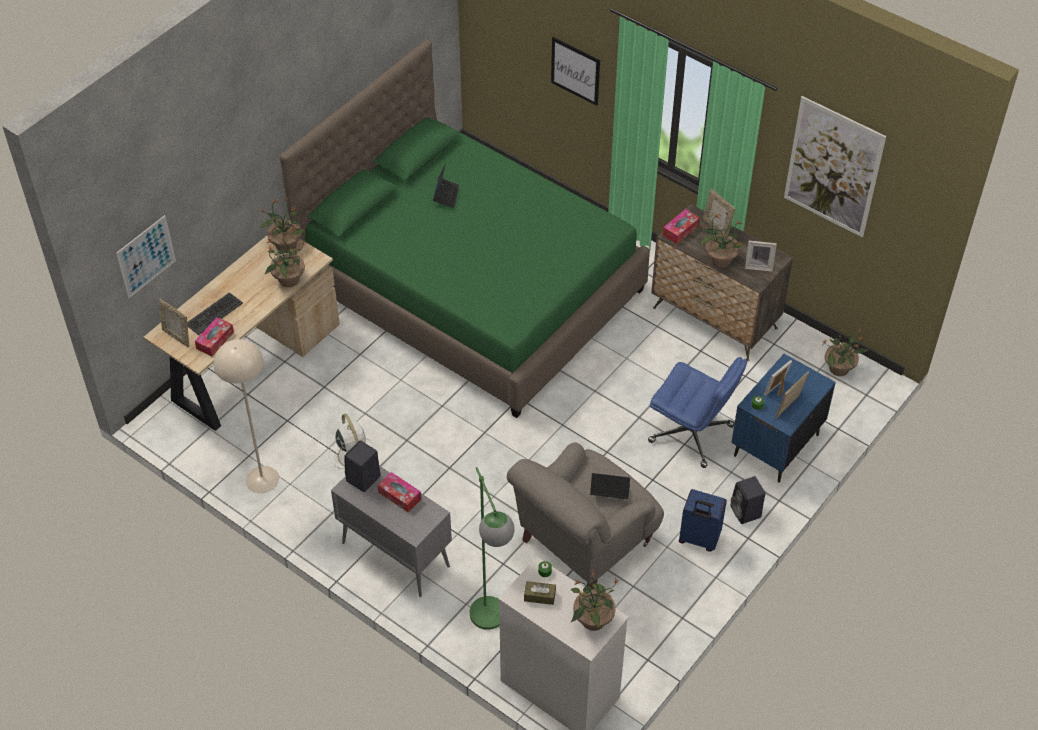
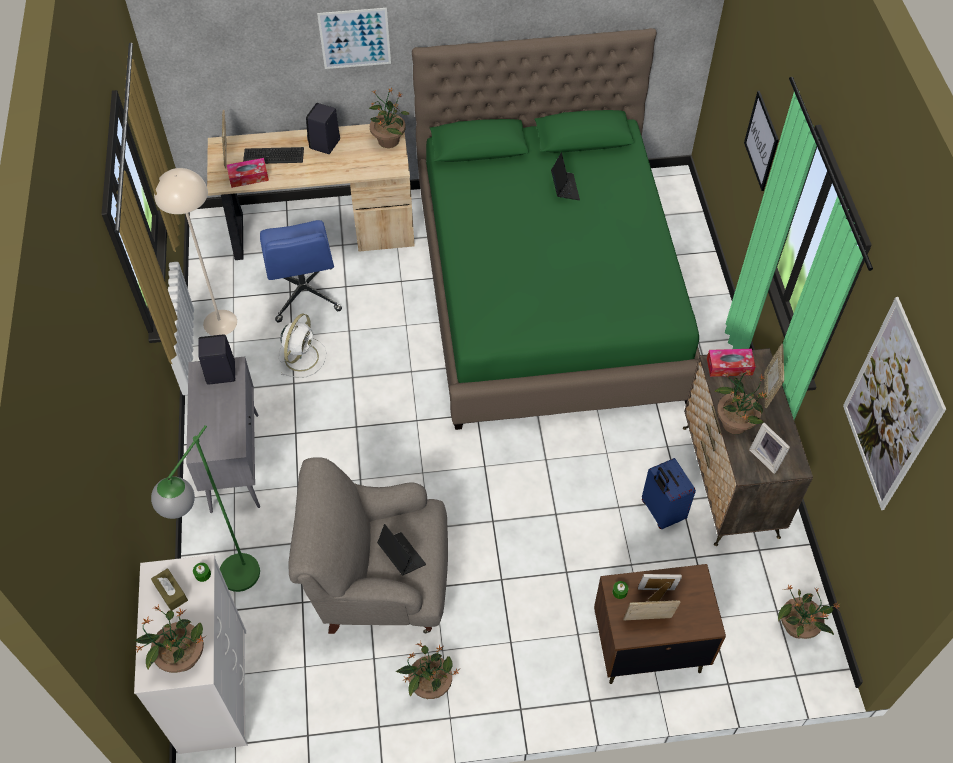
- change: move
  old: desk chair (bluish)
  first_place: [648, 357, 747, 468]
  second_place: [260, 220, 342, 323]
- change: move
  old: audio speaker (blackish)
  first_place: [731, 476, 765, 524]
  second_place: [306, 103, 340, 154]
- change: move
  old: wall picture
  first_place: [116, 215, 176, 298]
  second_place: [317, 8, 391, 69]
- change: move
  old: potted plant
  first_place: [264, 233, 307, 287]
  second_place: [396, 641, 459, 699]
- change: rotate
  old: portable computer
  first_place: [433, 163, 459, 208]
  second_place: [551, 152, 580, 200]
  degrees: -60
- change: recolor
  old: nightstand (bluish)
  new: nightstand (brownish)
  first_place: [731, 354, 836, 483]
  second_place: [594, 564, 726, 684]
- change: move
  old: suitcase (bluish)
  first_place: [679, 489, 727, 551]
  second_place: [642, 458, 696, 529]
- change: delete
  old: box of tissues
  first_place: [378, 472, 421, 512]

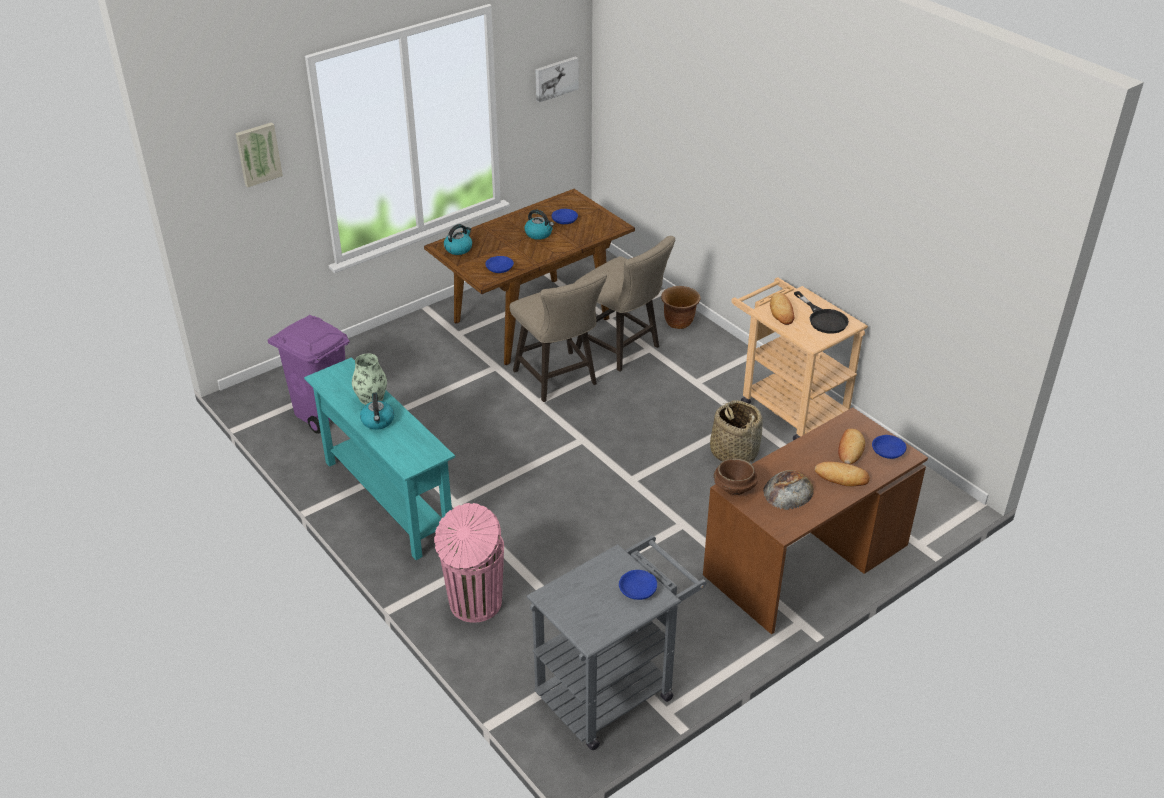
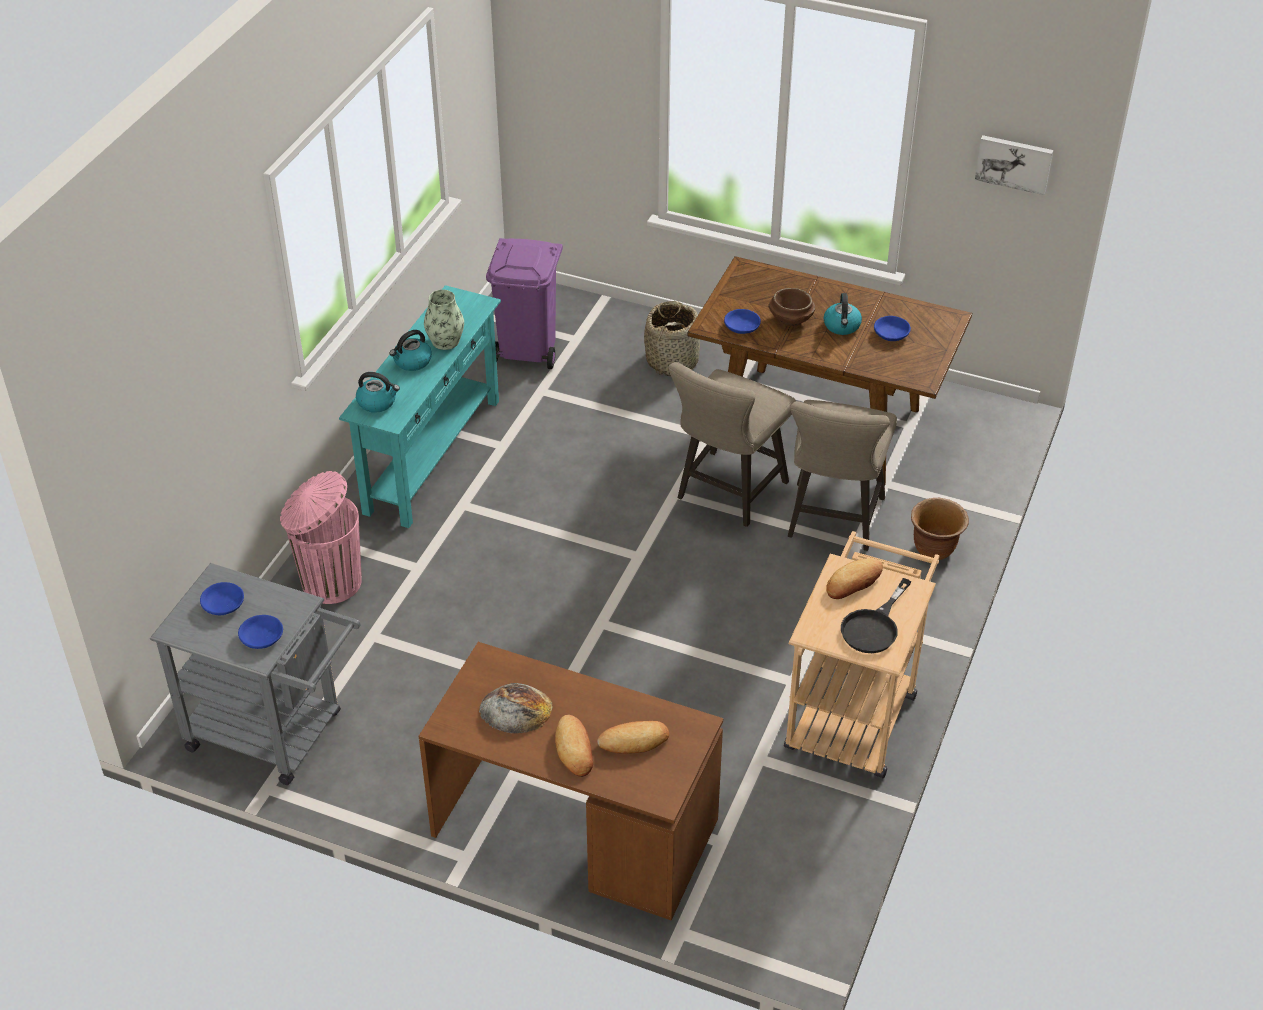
- change: move
  old: bowl (bluish)
  first_place: [872, 435, 906, 459]
  second_place: [200, 582, 244, 615]
- change: move
  old: tea kettle
  first_place: [444, 224, 472, 255]
  second_place: [356, 372, 400, 413]
- change: move
  old: household basket
  first_place: [710, 400, 763, 462]
  second_place: [644, 301, 700, 376]
- change: move
  old: bowl (brownish)
  first_place: [714, 458, 757, 495]
  second_place: [768, 288, 815, 326]
- change: delete
  old: wall picture
  first_place: [235, 122, 283, 187]

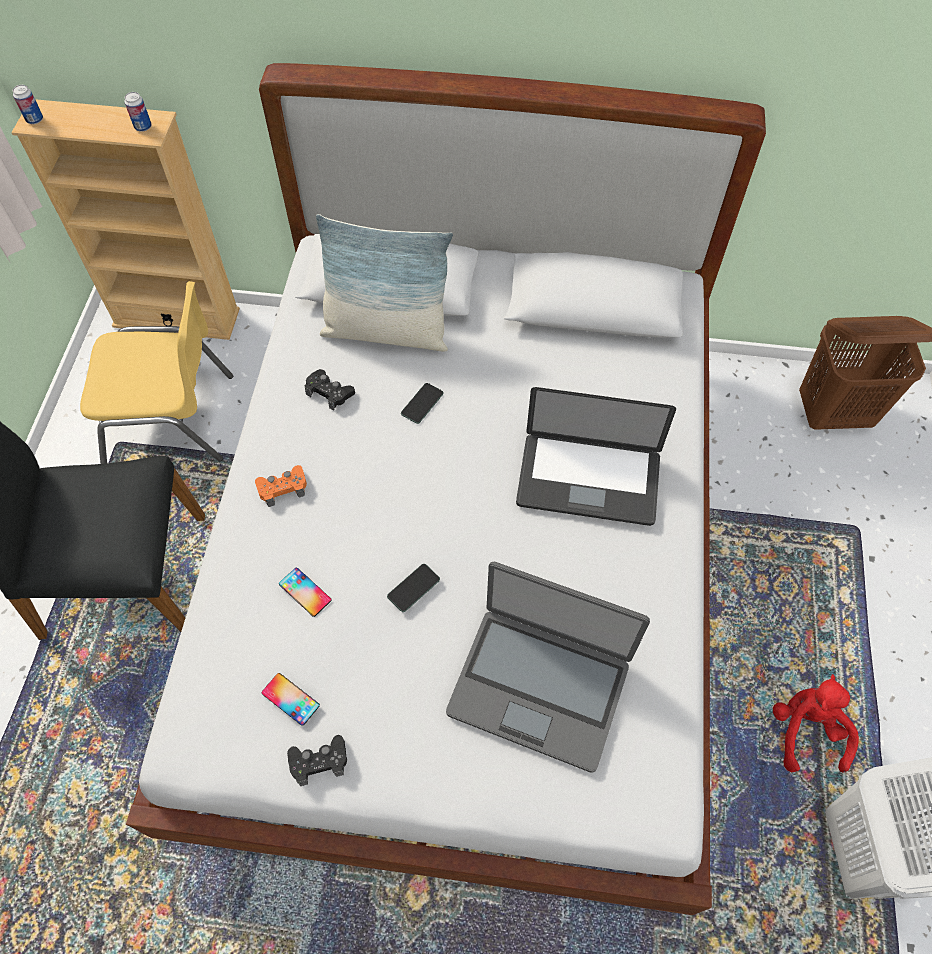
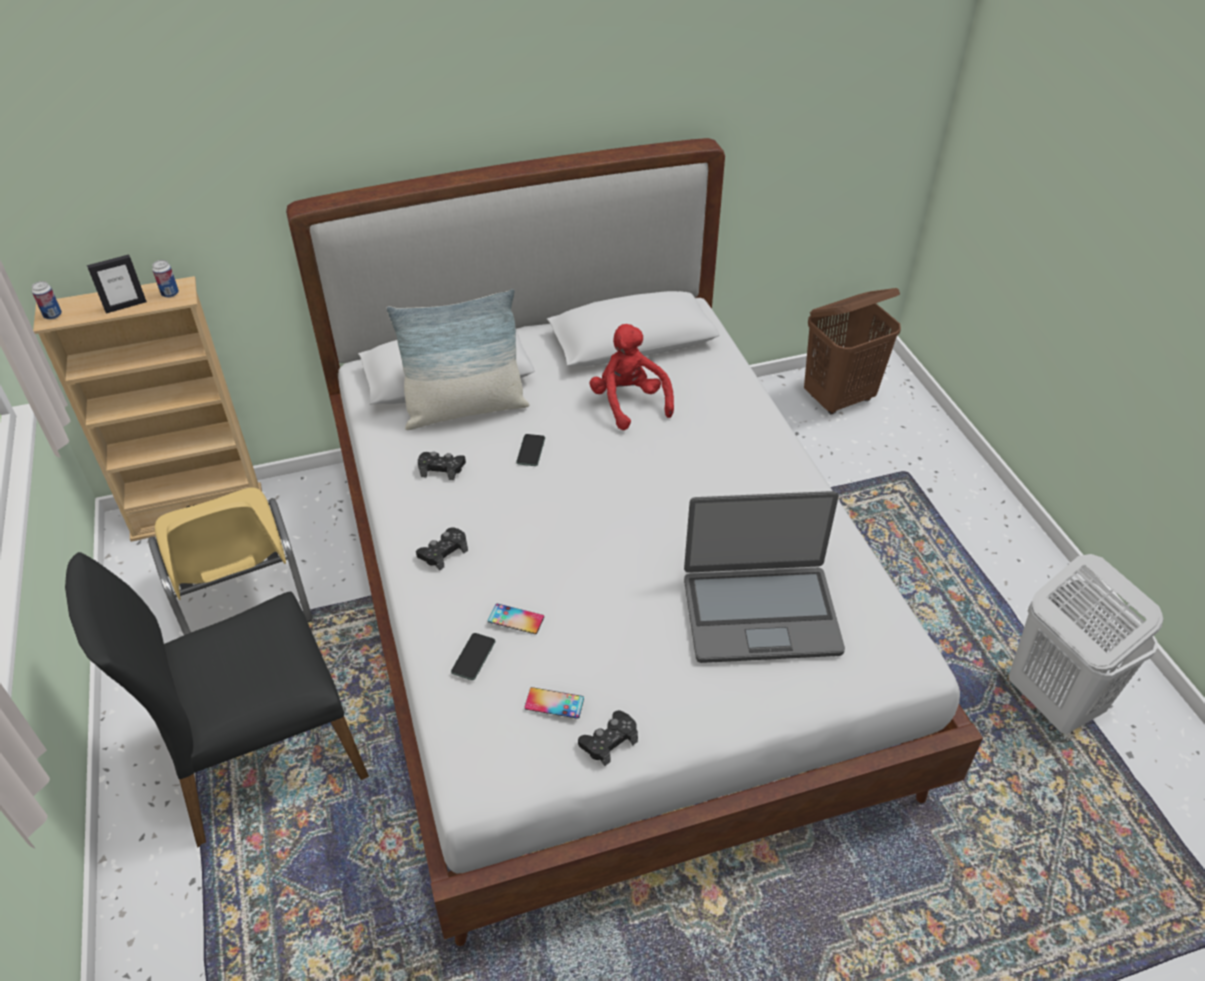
- change: insert
  new: standing frame
  second_place: [87, 254, 147, 313]
- change: rotate
  old: plain chair (yellow)
  first_place: [80, 281, 233, 464]
  second_place: [148, 487, 313, 635]
  degrees: 90
- change: recolor
  old: joypad (orange-coloured)
  new: joypad (blackish)
  first_place: [255, 465, 307, 507]
  second_place: [416, 527, 468, 571]
- change: move
  old: telephone
  first_place: [387, 564, 440, 612]
  second_place: [451, 633, 496, 680]
- change: move
  old: soft toy (red)
  first_place: [773, 674, 859, 773]
  second_place: [589, 324, 674, 430]
- change: delete
  old: portable computer
  first_place: [516, 387, 676, 526]

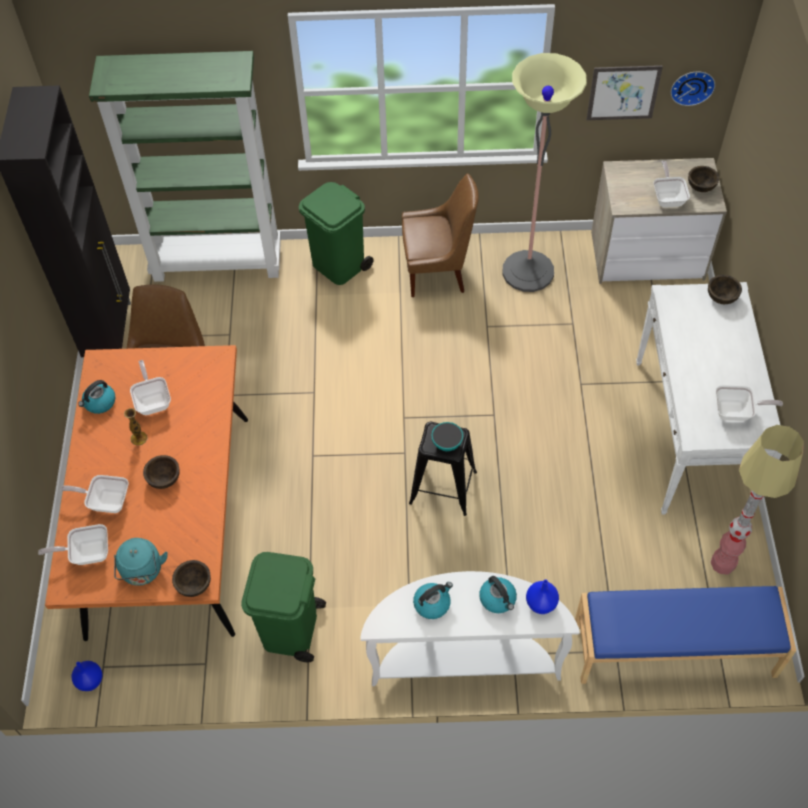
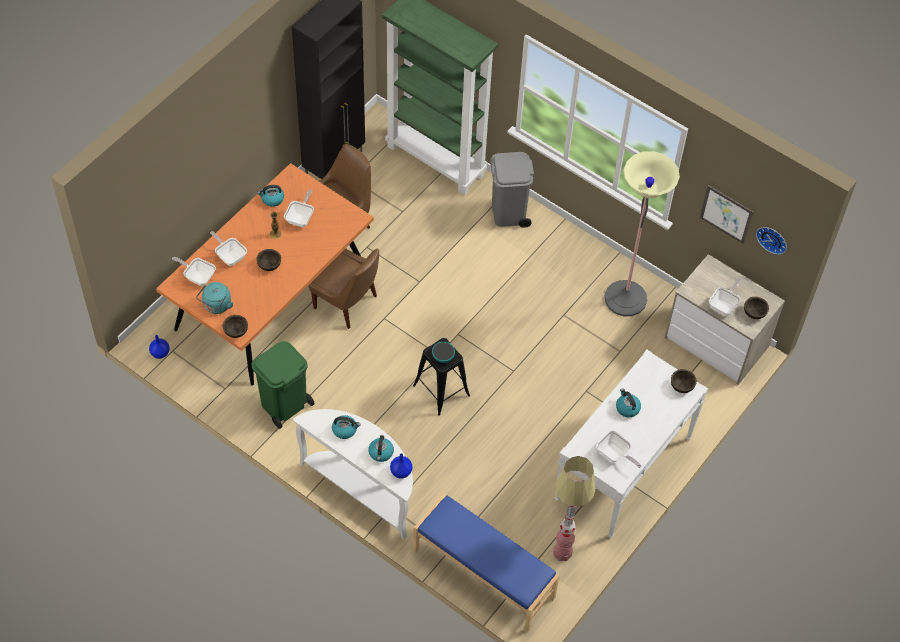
- change: move
  old: plain chair (brownish)
  first_place: [402, 174, 479, 297]
  second_place: [309, 248, 379, 329]
- change: recolor
  old: rubbish bin (greenish)
  new: rubbish bin (grey)
  first_place: [299, 182, 374, 285]
  second_place: [490, 152, 535, 228]
- change: insert
  new: tea kettle
  second_place: [616, 389, 641, 417]

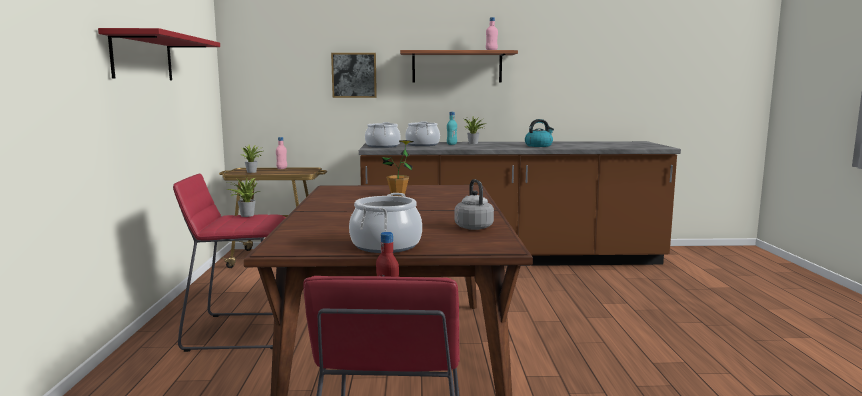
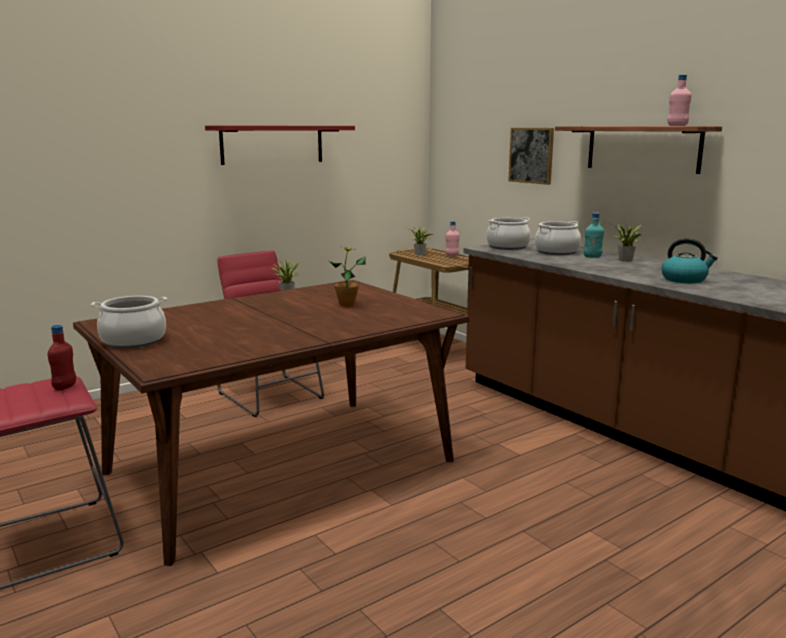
- change: delete
  old: tea kettle (grey)
  first_place: [455, 179, 494, 230]

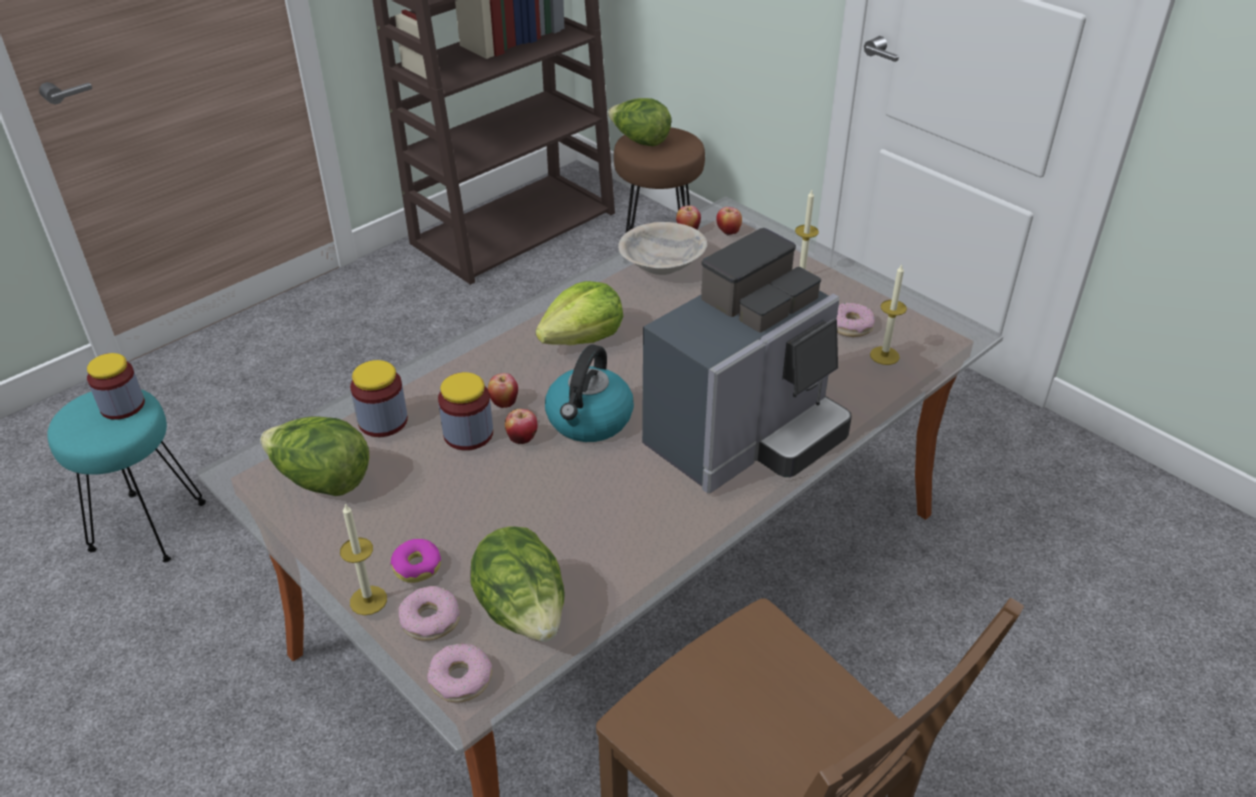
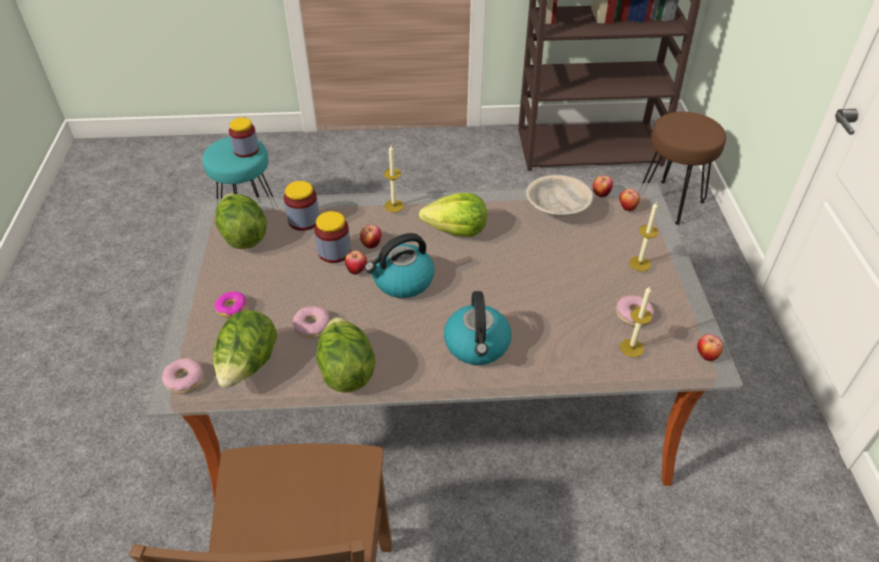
- change: move
  old: ring doughnut
  first_place: [399, 586, 460, 641]
  second_place: [293, 306, 330, 338]
- change: move
  old: lettuce
  first_place: [608, 98, 671, 146]
  second_place: [316, 317, 376, 393]
- change: move
  old: wax light
  first_place: [340, 503, 387, 615]
  second_place: [384, 145, 404, 212]
- change: replace
  old: coffee brewer
  new: tea kettle
  first_place: [642, 228, 852, 493]
  second_place: [444, 291, 511, 365]
- change: insert
  new: apple
  second_place: [697, 334, 723, 361]

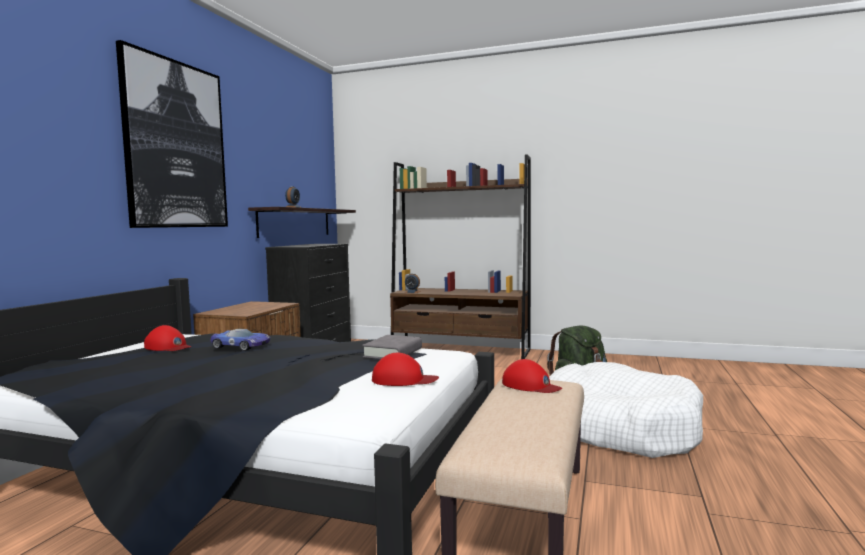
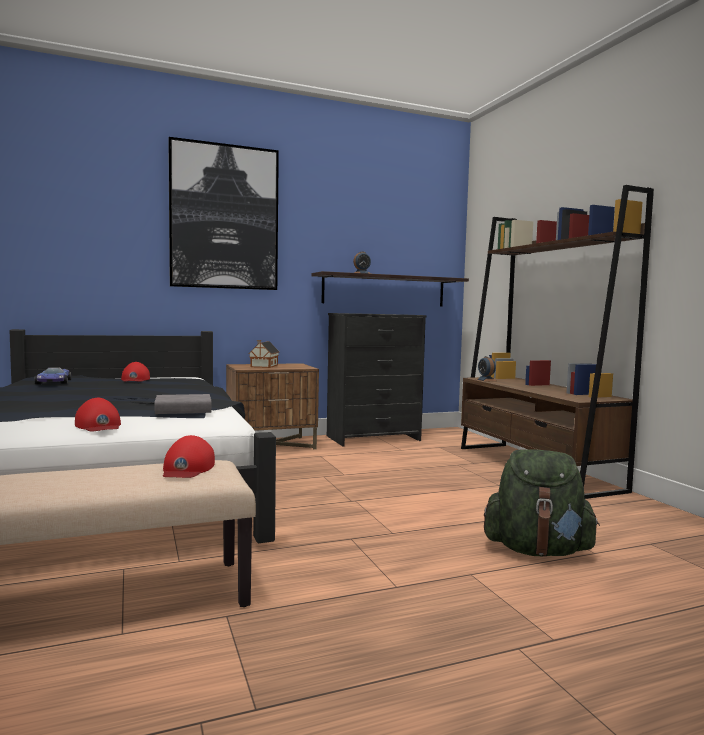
- change: move
  old: miniature car
  first_place: [210, 329, 270, 351]
  second_place: [34, 368, 72, 384]
- change: insert
  new: miniature house
  second_place: [248, 340, 279, 368]
- change: delete
  old: pet bed (white-coloured)
  first_place: [549, 362, 703, 458]

